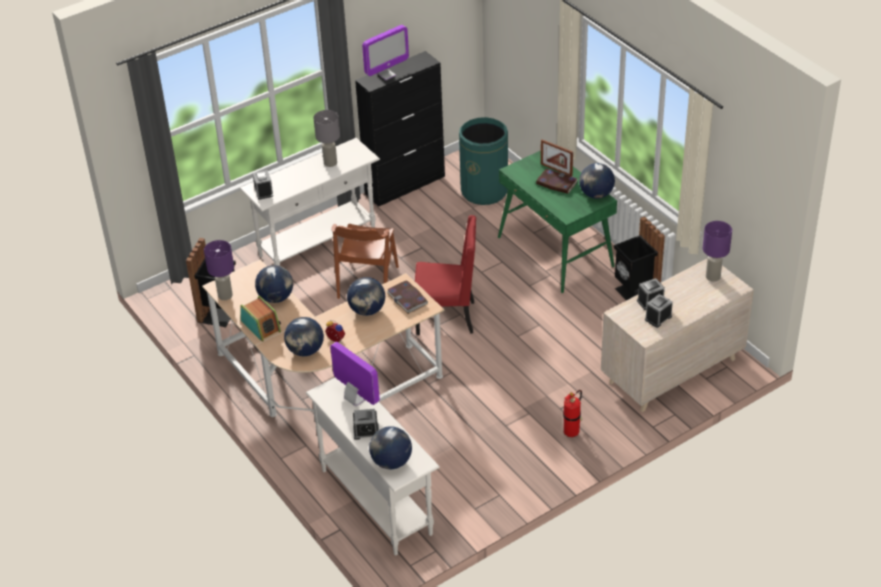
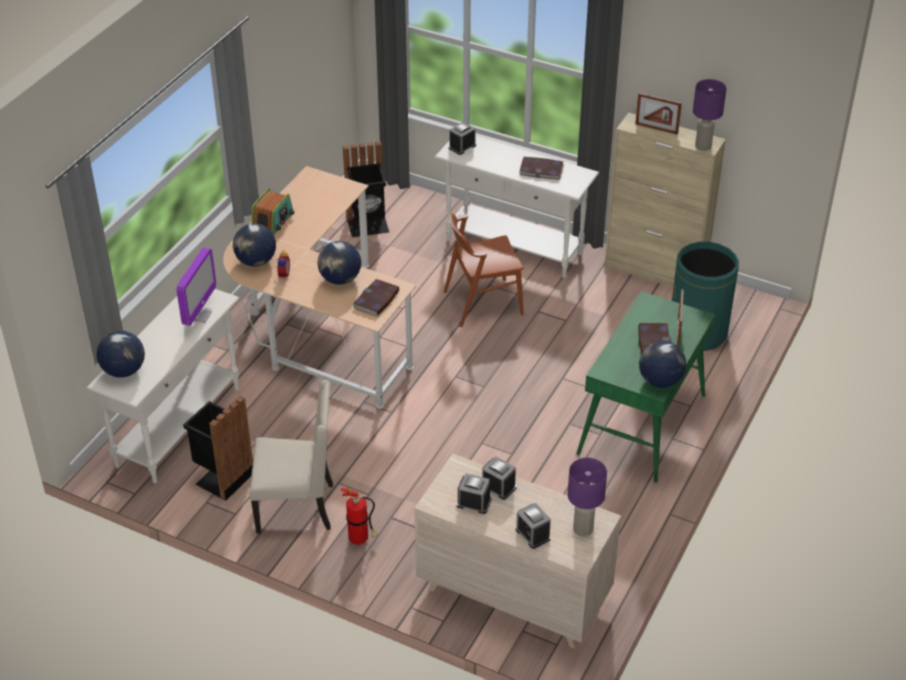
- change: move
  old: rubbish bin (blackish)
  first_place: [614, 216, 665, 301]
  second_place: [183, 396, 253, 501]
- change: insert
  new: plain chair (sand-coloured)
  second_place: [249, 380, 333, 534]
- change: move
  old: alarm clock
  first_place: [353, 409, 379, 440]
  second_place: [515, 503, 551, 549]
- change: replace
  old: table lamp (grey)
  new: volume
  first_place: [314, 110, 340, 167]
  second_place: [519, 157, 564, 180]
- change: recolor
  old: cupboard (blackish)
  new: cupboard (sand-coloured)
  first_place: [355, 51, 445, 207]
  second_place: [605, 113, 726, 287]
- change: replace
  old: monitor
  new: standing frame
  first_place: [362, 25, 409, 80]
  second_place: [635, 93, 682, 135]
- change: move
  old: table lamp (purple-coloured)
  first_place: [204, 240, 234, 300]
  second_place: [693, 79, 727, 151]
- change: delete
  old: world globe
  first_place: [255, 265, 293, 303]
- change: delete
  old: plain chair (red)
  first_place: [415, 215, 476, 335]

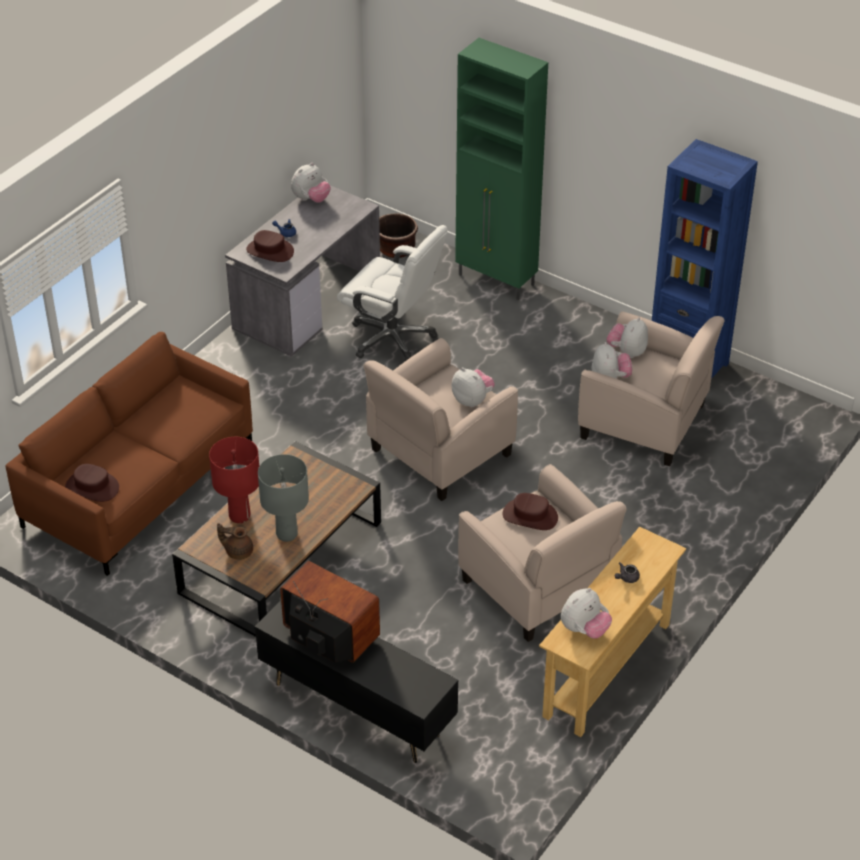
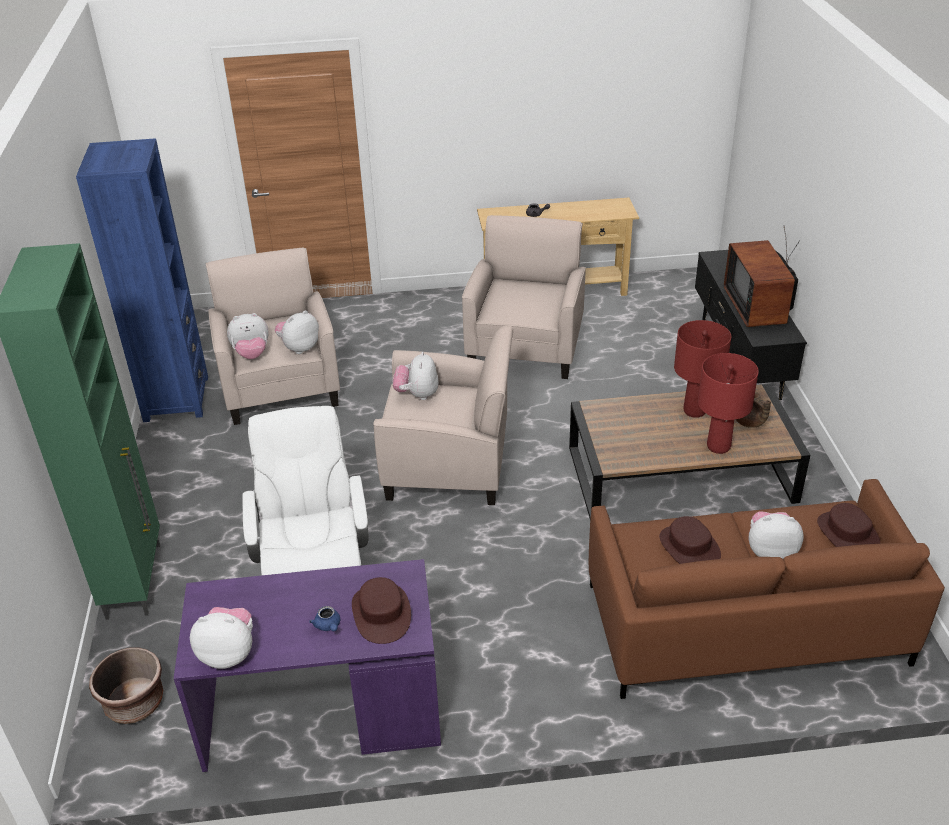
- change: recolor
  old: desk table (grey)
  new: desk table (purple-coloured)
  first_place: [225, 185, 380, 357]
  second_place: [174, 559, 441, 772]
- change: move
  old: hat (brownish)
  first_place: [503, 493, 558, 530]
  second_place: [659, 516, 721, 564]
- change: recolor
  old: table lamp (grey)
  new: table lamp (red)
  first_place: [258, 454, 309, 542]
  second_place: [674, 320, 731, 418]
- change: move
  old: soft toy
  first_place: [561, 588, 612, 639]
  second_place: [749, 511, 804, 559]

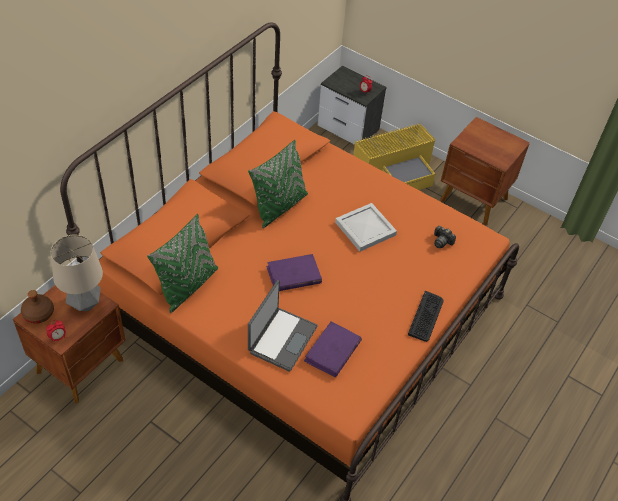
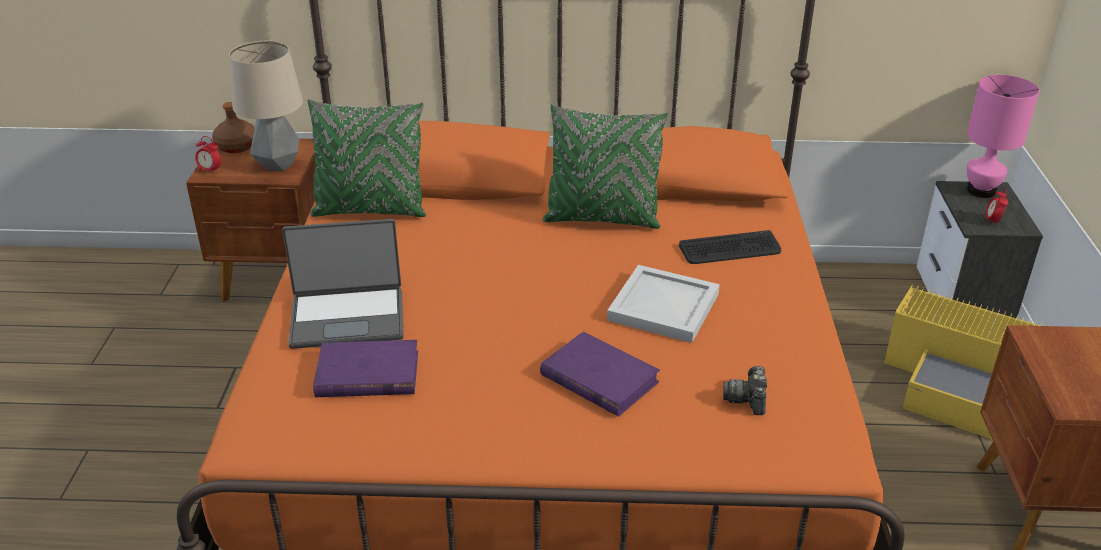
- change: move
  old: volume (purple-coloured)
  first_place: [266, 254, 322, 291]
  second_place: [540, 332, 660, 417]
- change: move
  old: computer keyboard
  first_place: [408, 291, 444, 342]
  second_place: [679, 230, 781, 264]
- change: insert
  new: table lamp (pink)
  second_place: [967, 75, 1040, 198]

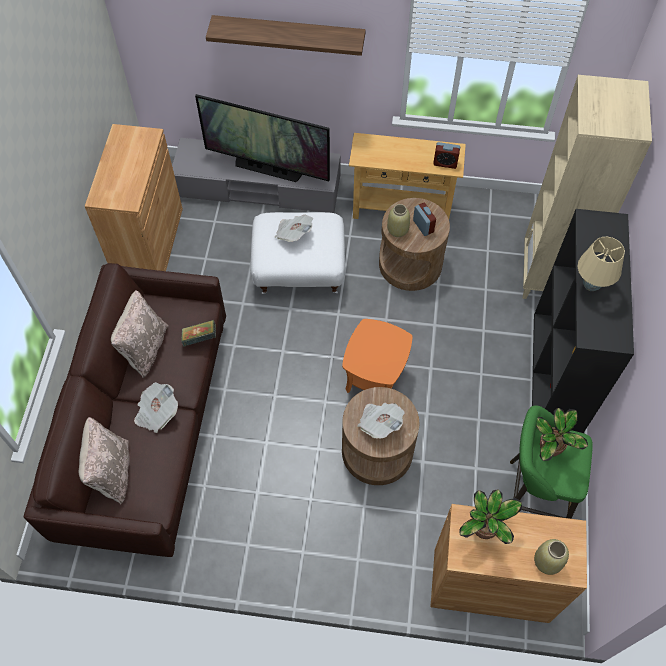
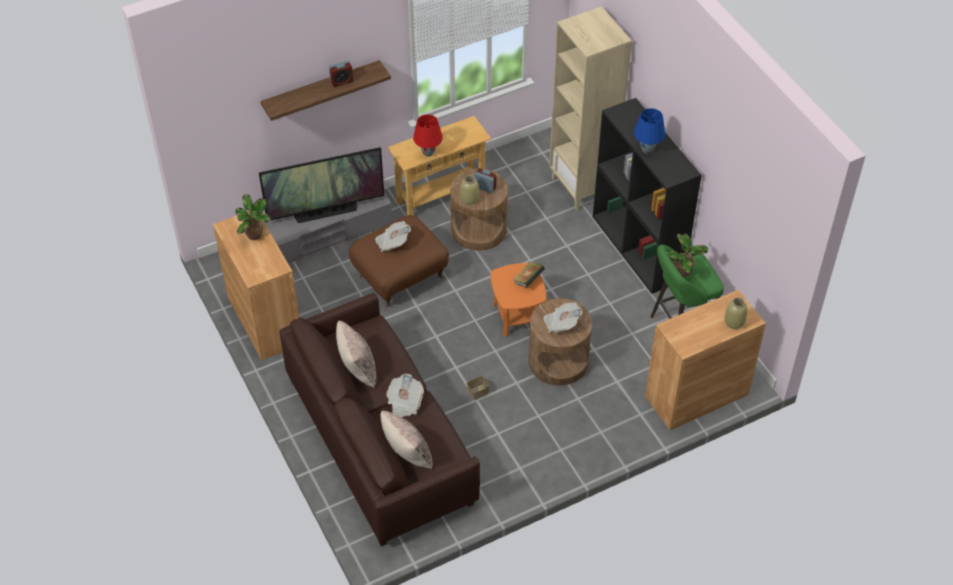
- change: move
  old: potted plant
  first_place: [459, 489, 522, 544]
  second_place: [235, 194, 271, 240]
- change: move
  old: alarm clock
  first_place: [433, 142, 460, 169]
  second_place: [329, 61, 353, 87]
- change: recolor
  old: pouffe (white-coloured)
  new: pouffe (brownish)
  first_place: [251, 212, 345, 294]
  second_place: [349, 215, 449, 307]
- change: insert
  new: table lamp (red)
  second_place: [413, 114, 443, 157]
- change: insert
  new: household basket
  second_place: [467, 366, 489, 400]
- change: move
  old: volume
  first_place: [181, 320, 216, 347]
  second_place: [513, 262, 545, 288]
- change: recolor
  old: table lamp (sand-coloured)
  new: table lamp (bluish)
  first_place: [577, 237, 625, 291]
  second_place: [634, 108, 665, 154]

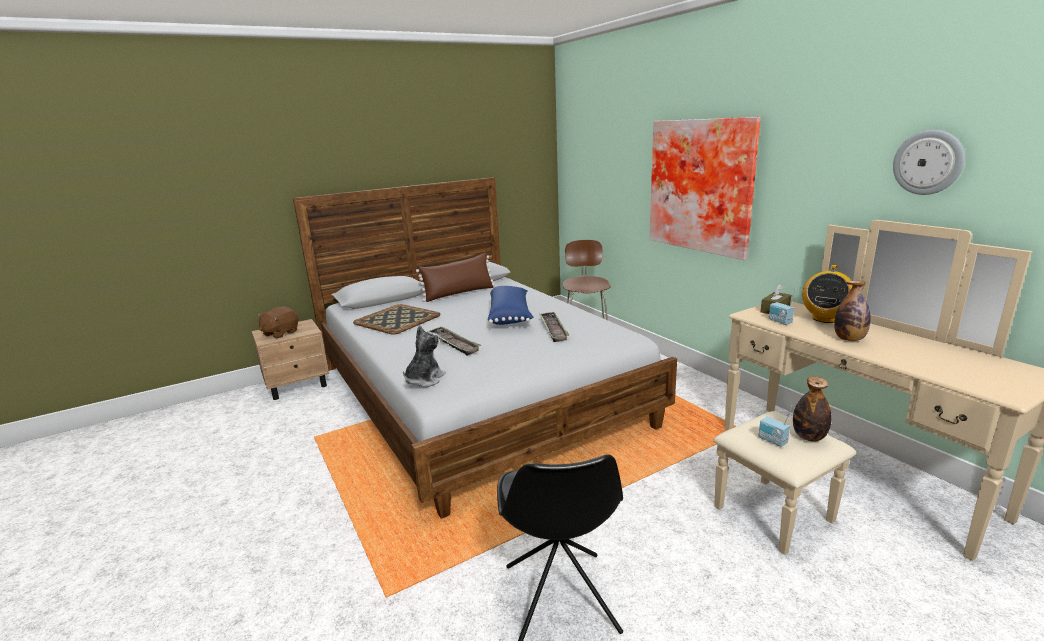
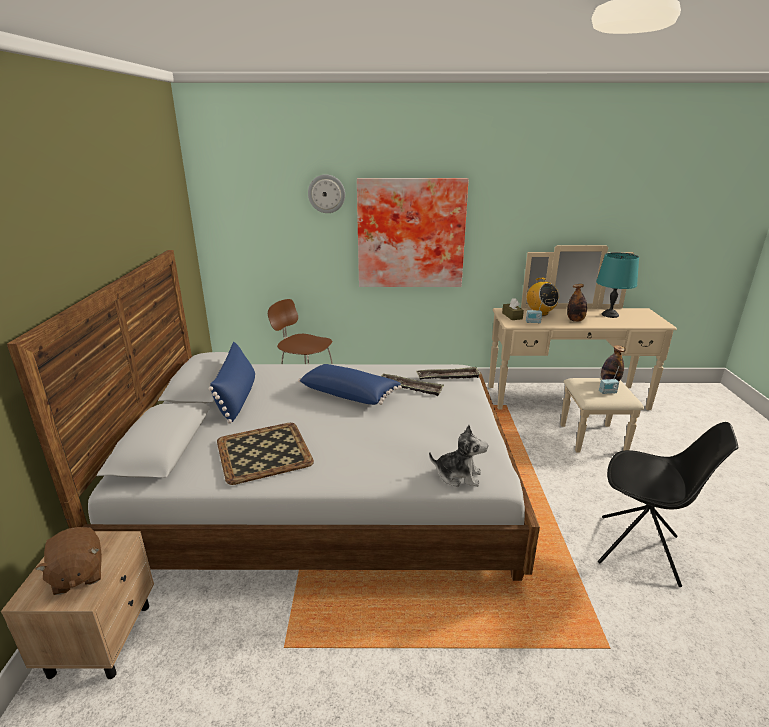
- change: recolor
  old: throw pillow (brownish)
  new: throw pillow (bluish)
  first_place: [416, 253, 495, 302]
  second_place: [208, 342, 255, 423]
- change: move
  old: clock on the wall
  first_place: [893, 130, 965, 195]
  second_place: [308, 174, 345, 213]
- change: move
  old: serving tray
  first_place: [428, 327, 481, 356]
  second_place: [416, 367, 481, 379]
- change: rotate
  old: soft toy
  first_place: [403, 325, 446, 387]
  second_place: [429, 425, 488, 487]
  degrees: 135
- change: insert
  new: table lamp (turquoise-coloured)
  second_place: [596, 252, 639, 318]

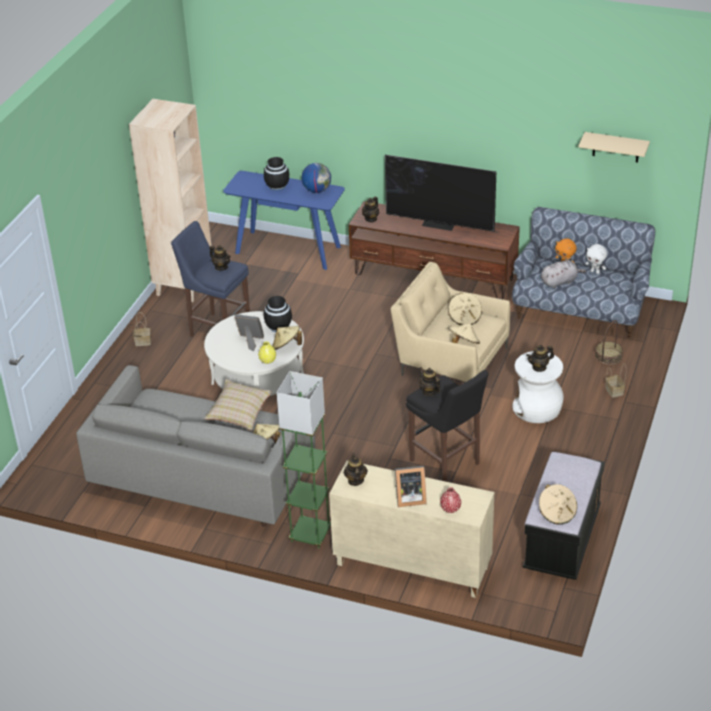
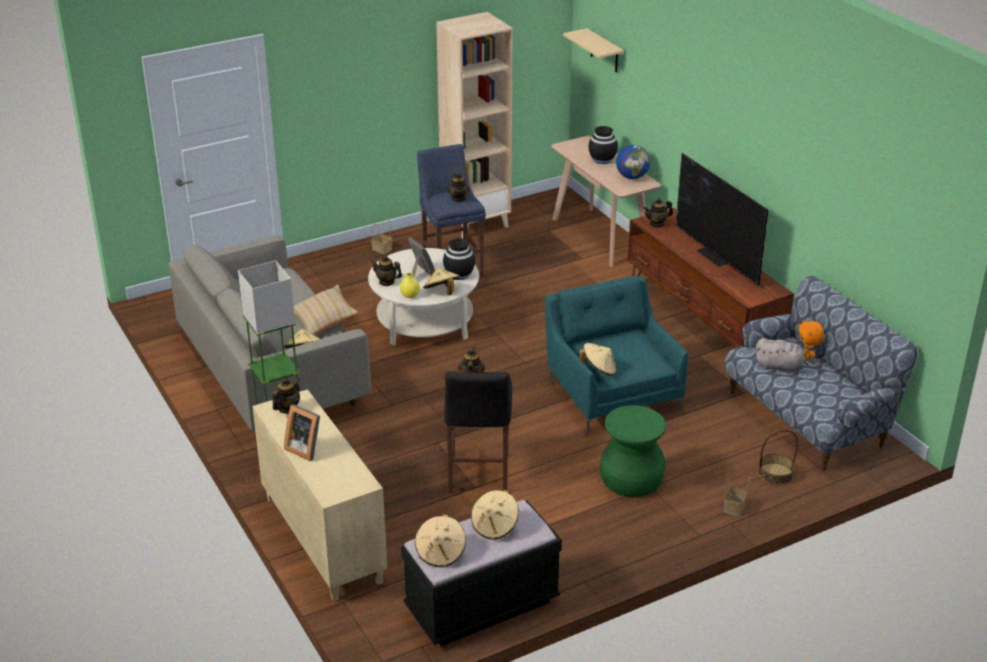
- change: move
  old: tea pot
  first_place: [526, 345, 554, 372]
  second_place: [371, 256, 402, 286]
- change: move
  old: hat (sand-coloured)
  first_place: [448, 293, 482, 325]
  second_place: [471, 490, 519, 540]
- change: recolor
  old: lounge chair (sand-coloured)
  new: lounge chair (turquoise-coloured)
  first_place: [391, 262, 510, 383]
  second_place: [545, 276, 688, 435]
- change: recolor
  old: console table (bluish)
  new: console table (sand-coloured)
  first_place: [223, 171, 345, 270]
  second_place: [551, 136, 661, 267]
- change: move
  old: bracket shelf (sand-coloured)
  first_place: [579, 132, 650, 163]
  second_place: [563, 28, 624, 72]
- change: recolor
  old: sitting stool (white-coloured)
  new: sitting stool (greenish)
  first_place: [512, 351, 564, 423]
  second_place: [600, 405, 666, 497]
- change: delete
  old: flower vase (red)
  first_place: [440, 487, 461, 513]
- change: delete
  old: soft toy (white-coloured)
  first_place: [585, 244, 607, 274]

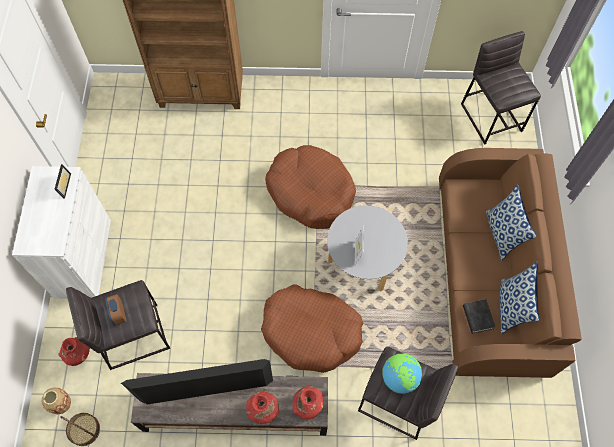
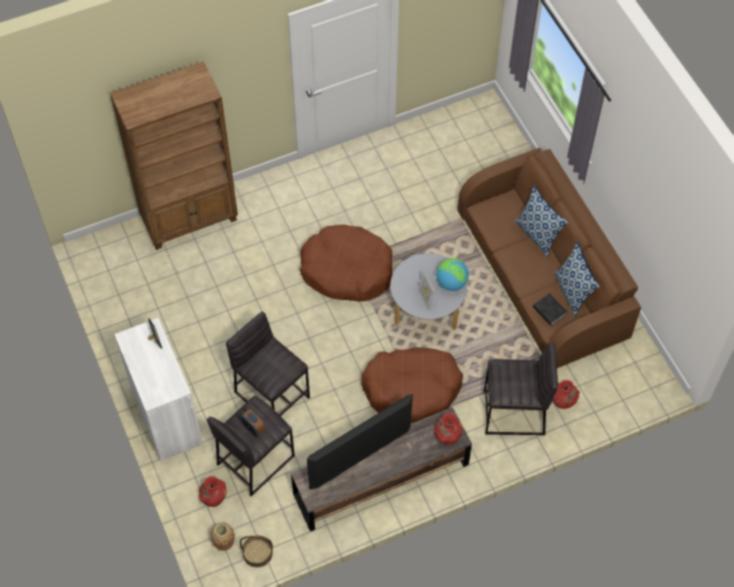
- change: move
  old: sitting stool (grey)
  first_place: [461, 31, 541, 145]
  second_place: [226, 312, 310, 416]
- change: move
  old: world globe
  first_place: [382, 354, 422, 394]
  second_place: [436, 258, 469, 291]
- change: move
  old: flower vase (red)
  first_place: [246, 392, 279, 424]
  second_place: [553, 380, 580, 409]

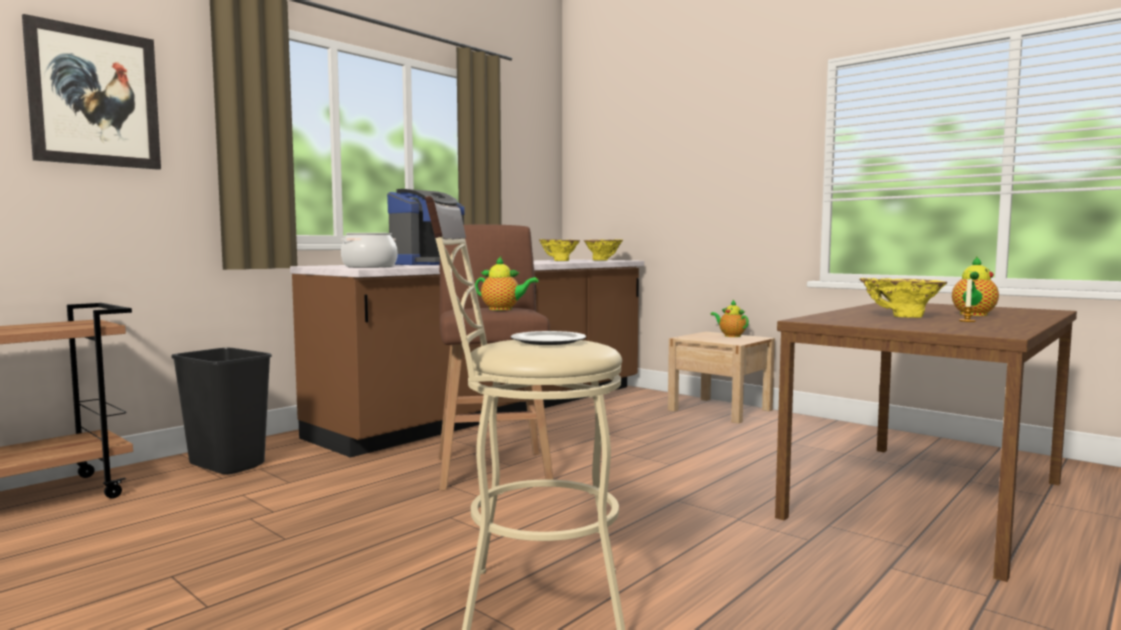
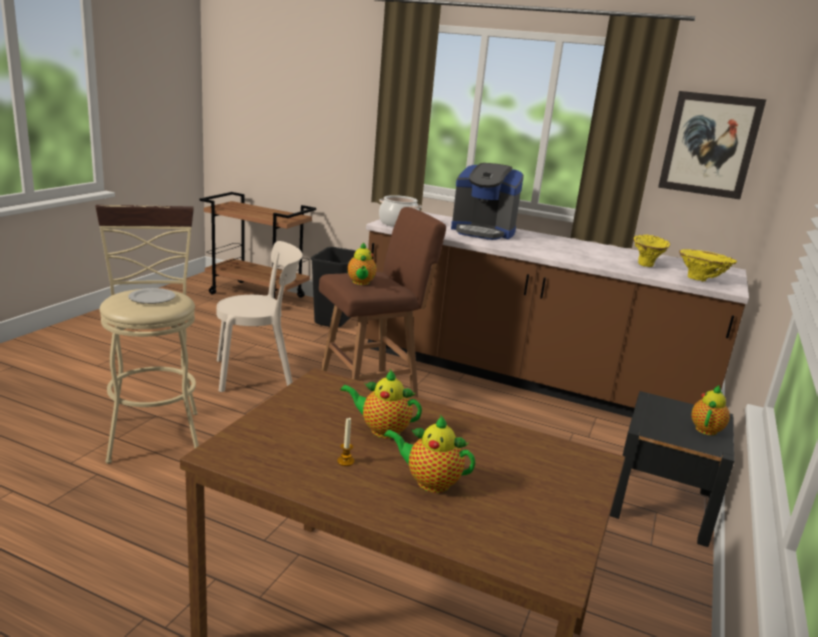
- change: insert
  new: plain chair (sand-coloured)
  second_place: [217, 241, 303, 392]
- change: replace
  old: flower vase (yellow)
  new: tea pot
  first_place: [860, 278, 947, 318]
  second_place: [340, 369, 422, 439]
- change: recolor
  old: nightstand (sand-coloured)
  new: nightstand (blackish)
  first_place: [668, 332, 775, 424]
  second_place: [610, 391, 734, 547]
- change: move
  old: wall picture
  first_place: [22, 14, 161, 170]
  second_place: [658, 91, 766, 199]

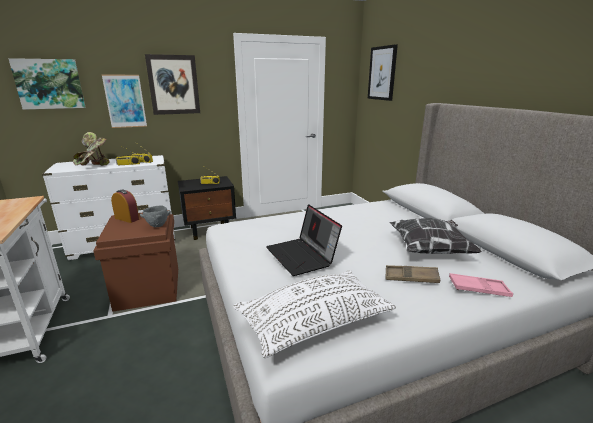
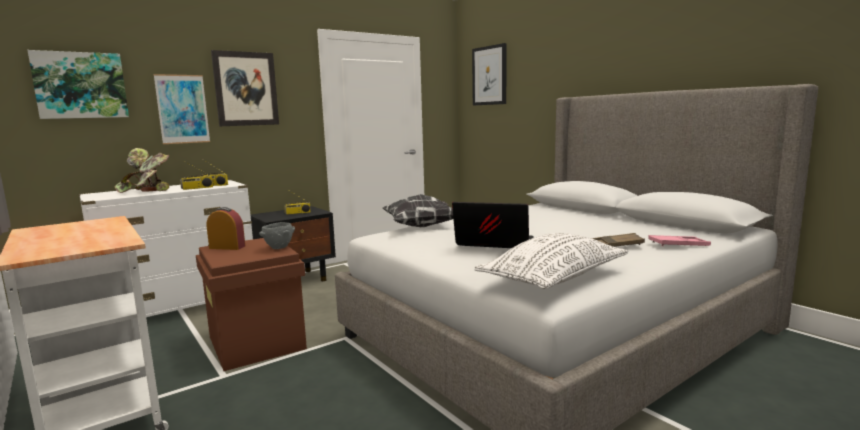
- change: move
  old: throw pillow
  first_place: [389, 217, 482, 254]
  second_place: [383, 194, 453, 227]
- change: rotate
  old: portable computer
  first_place: [266, 204, 342, 276]
  second_place: [452, 202, 534, 248]
  degrees: 150

